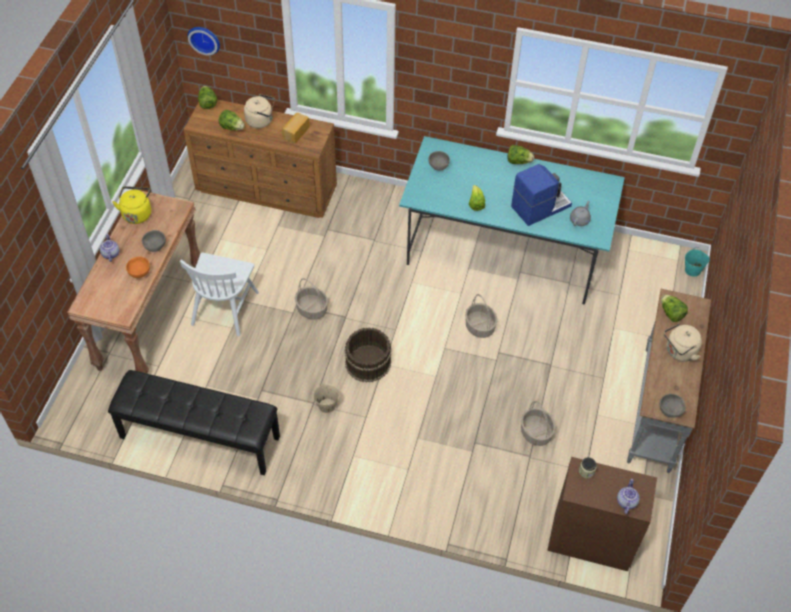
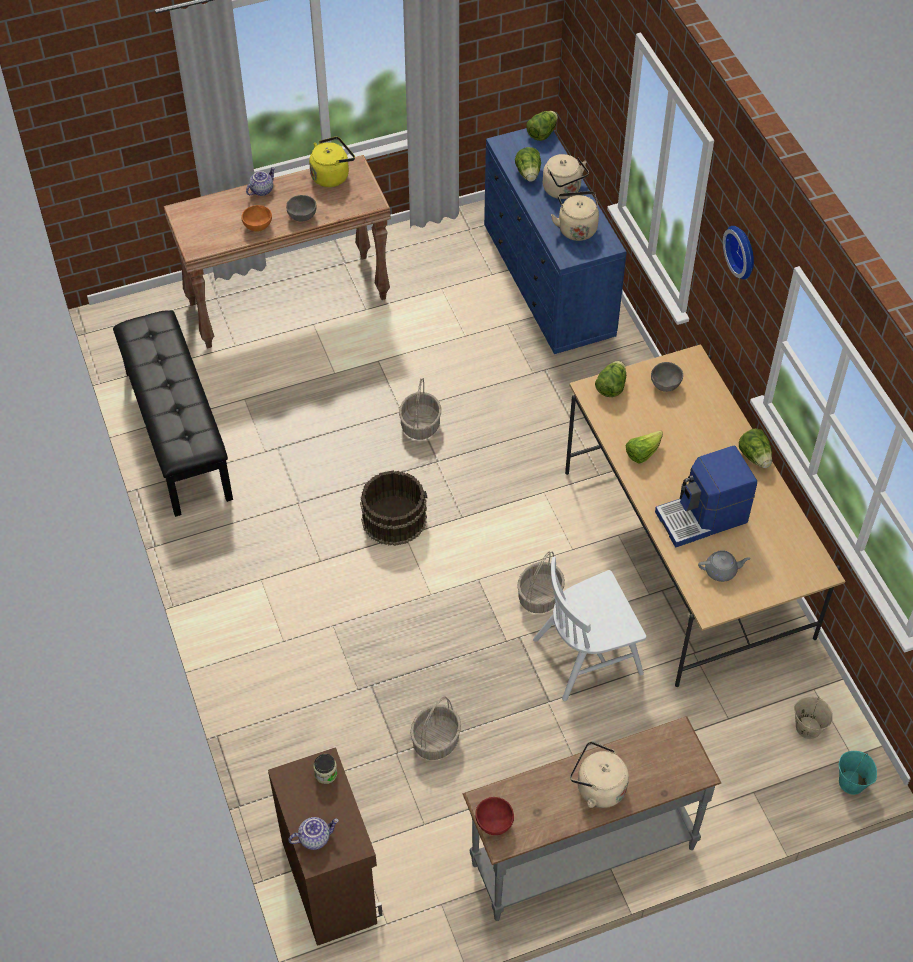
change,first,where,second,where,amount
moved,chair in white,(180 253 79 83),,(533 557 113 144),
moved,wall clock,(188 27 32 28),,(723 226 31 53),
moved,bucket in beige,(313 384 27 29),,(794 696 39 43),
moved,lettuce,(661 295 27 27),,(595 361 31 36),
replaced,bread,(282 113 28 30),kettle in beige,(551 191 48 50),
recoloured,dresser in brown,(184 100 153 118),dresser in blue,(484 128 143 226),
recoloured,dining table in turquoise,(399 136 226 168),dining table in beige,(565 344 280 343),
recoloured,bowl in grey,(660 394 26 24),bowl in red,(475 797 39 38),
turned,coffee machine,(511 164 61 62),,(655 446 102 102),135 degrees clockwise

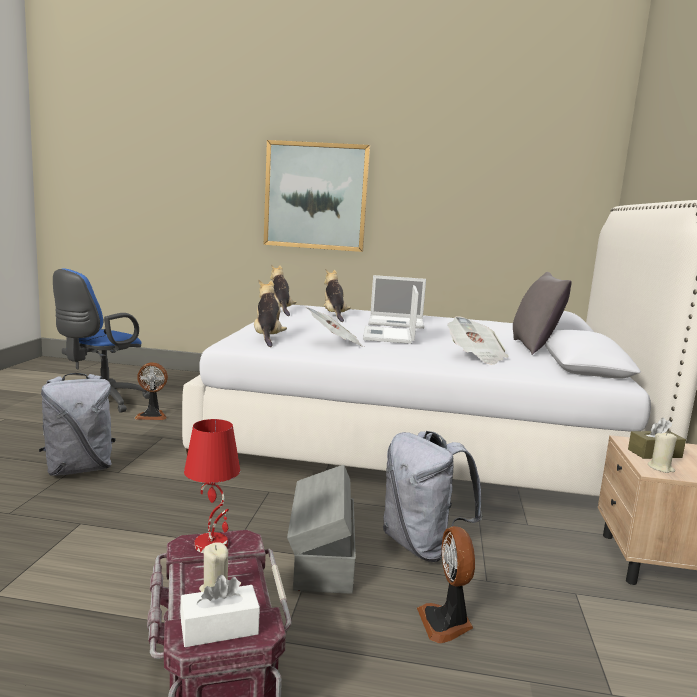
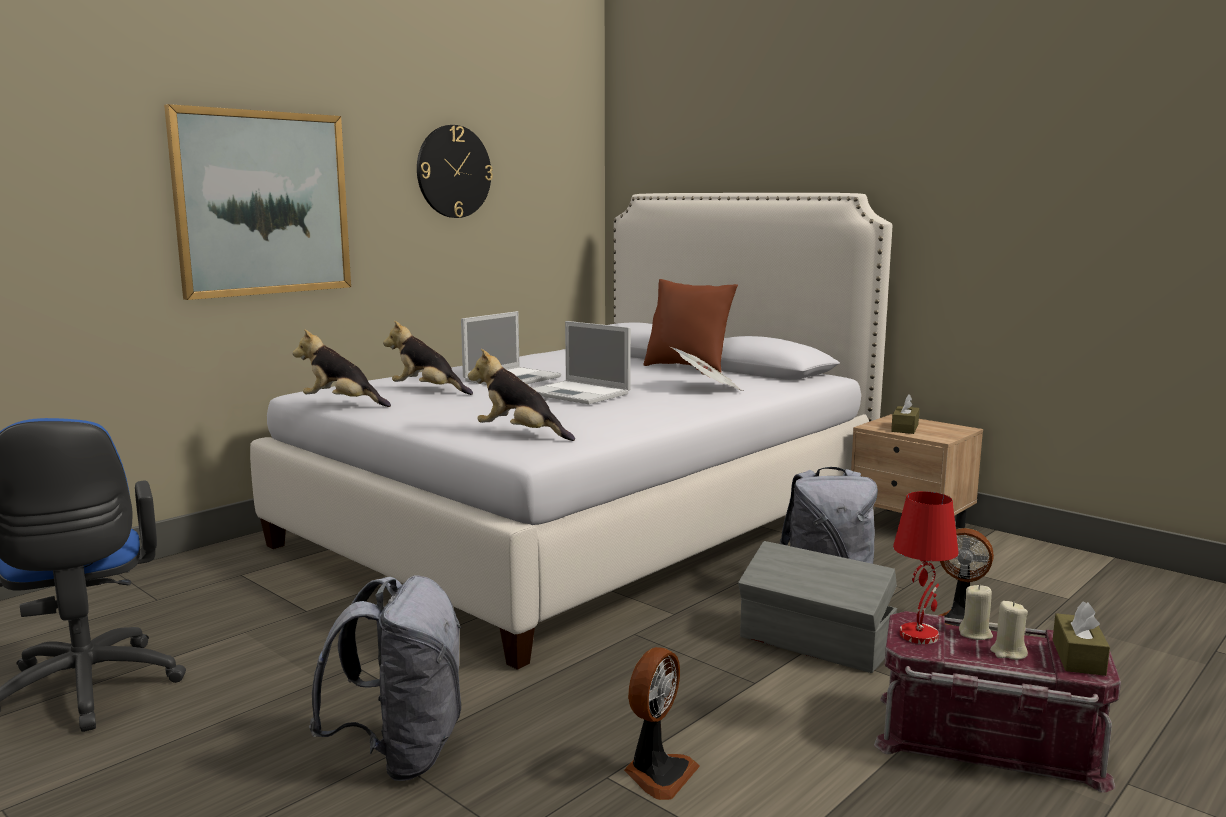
change,first,where,second,where,amount
removed,newspaper,(306 307 58 40),,,
added,,,wall clock,(417 125 76 93),
moved,fan,(135 362 33 58),,(624 647 76 153),
moved,candle in beige,(648 431 29 42),,(959 585 34 55),
recoloured,tissue box in white,(180 575 80 72),tissue box in brown,(1053 602 57 74),
recoloured,pillow in grey,(513 272 59 83),pillow in brown,(643 279 95 94),

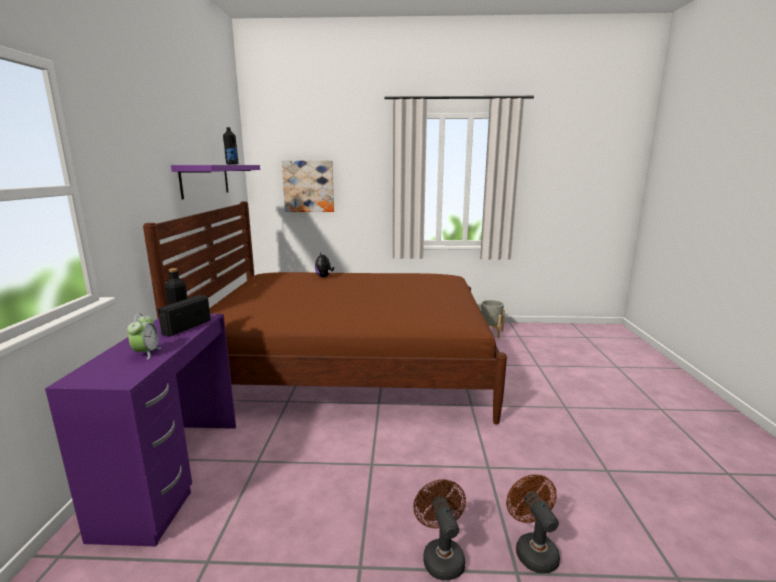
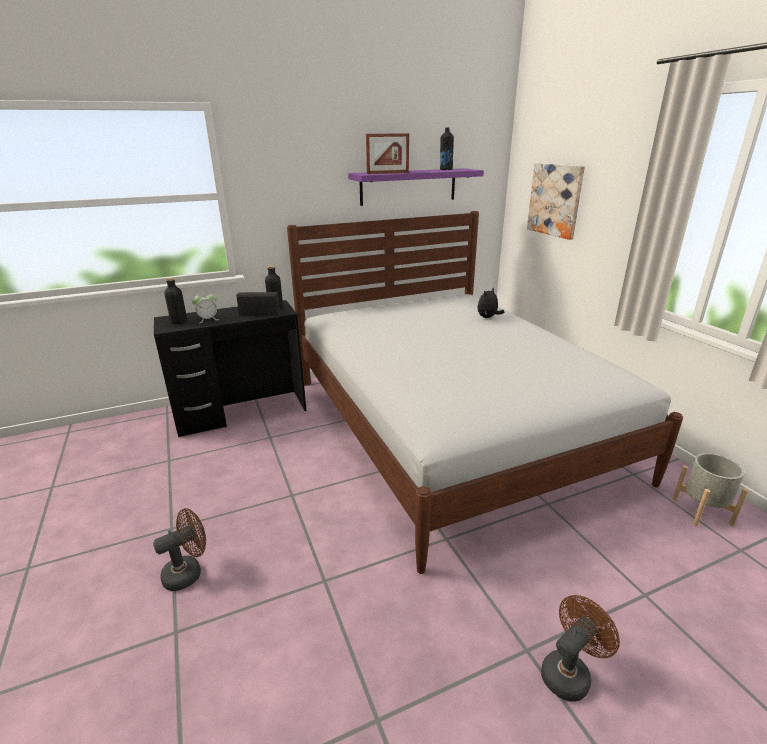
change,first,where,second,where,amount
added,,,bottle in black,(164 278 23 46),
added,,,picture frame,(366 133 43 41),
moved,fan in brown,(506 474 54 100),,(541 595 79 107),
recoloured,desk in purple,(45 314 191 233),desk in black,(154 300 152 137),
recoloured,bed in brown,(143 202 364 222),bed in white,(287 211 396 363),

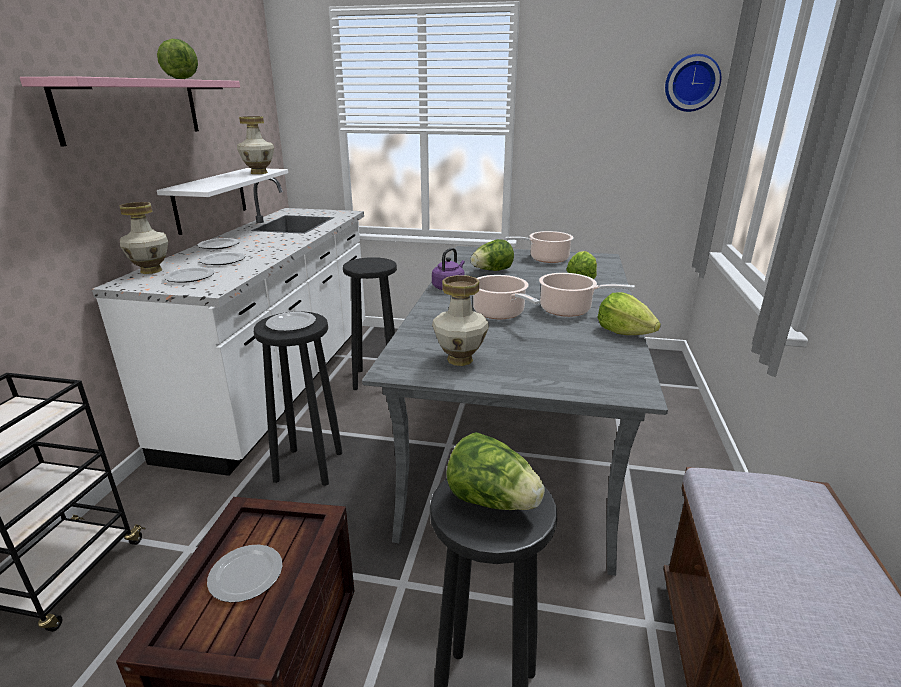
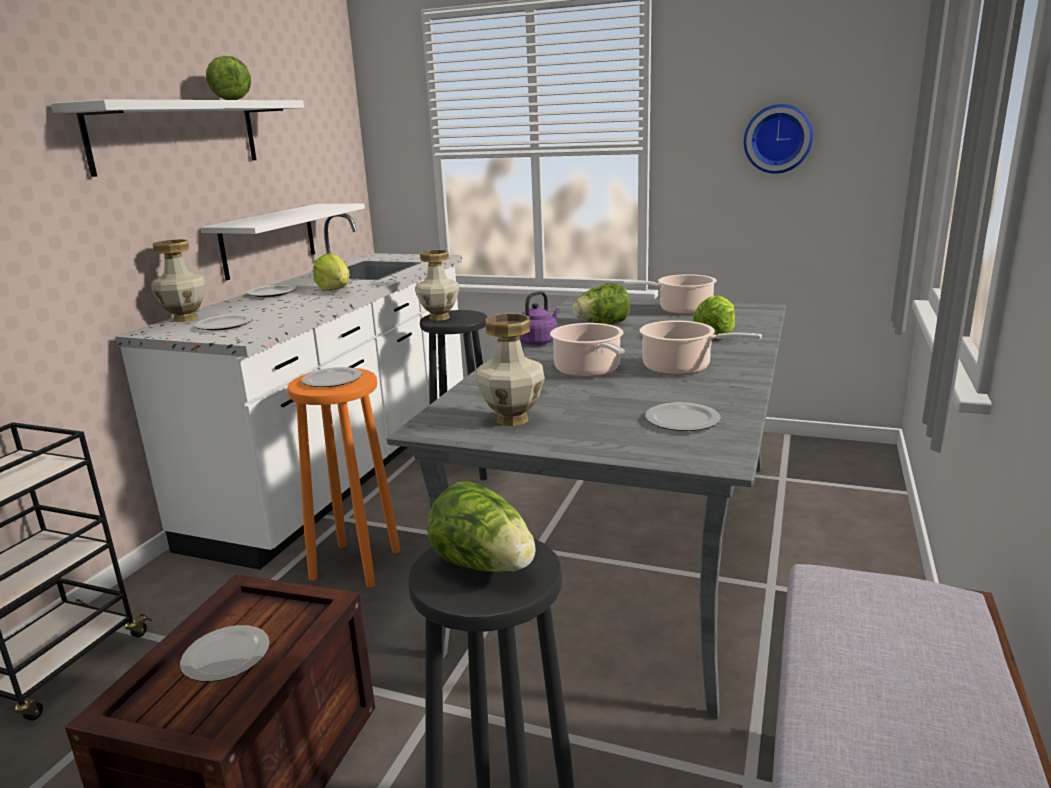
change,first,where,second,where,amount
moved,plate,(199 252 46 13),,(645 402 76 29),
moved,vase,(237 116 37 58),,(415 250 45 71),
moved,lettuce,(597 292 64 43),,(313 254 37 37),
moved,wall clock,(665 54 56 58),,(744 104 69 70),
recoloured,shelf in pink,(20 76 220 71),shelf in white,(51 100 253 77),
recoloured,stool in black,(254 311 89 175),stool in orange,(287 368 113 219),

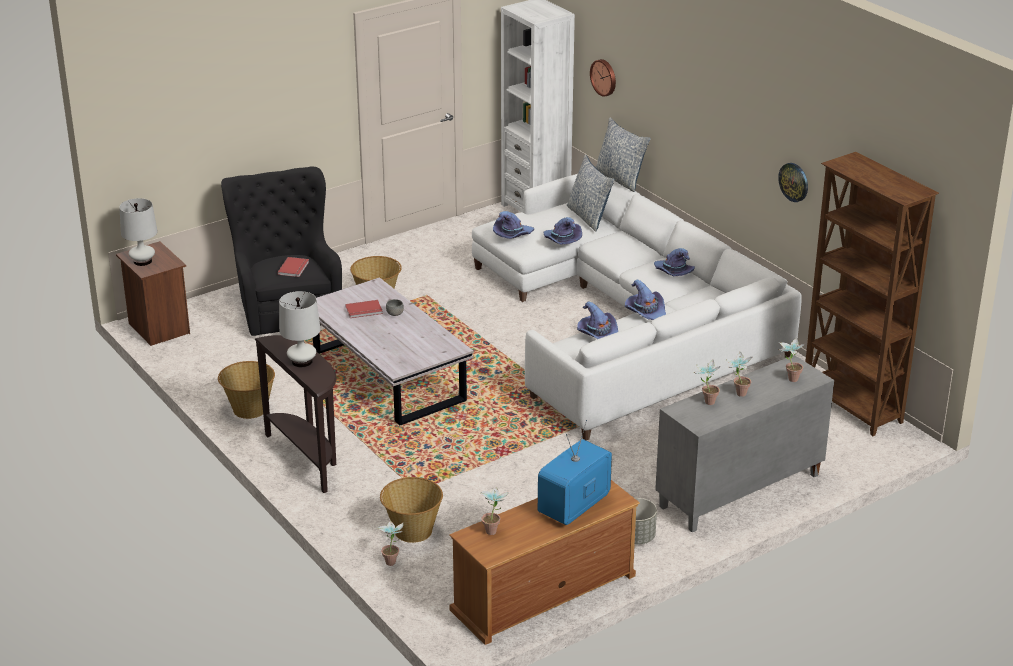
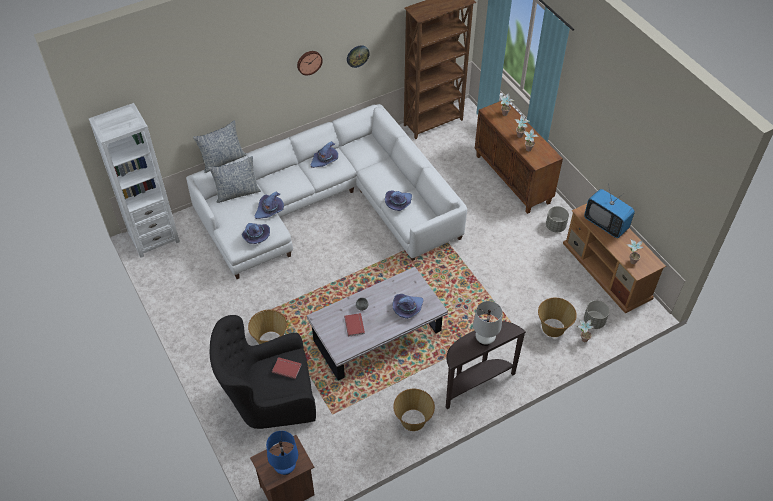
change,first,where,second,where,amount
added,,,planter in grey,(584 300 25 29),
moved,wall clock,(590 59 26 38),,(297 51 26 24),
moved,hat in purple,(625 279 41 41),,(393 294 30 25),
recoloured,table lamp in white,(119 198 39 68),table lamp in blue,(266 431 32 44),
recoloured,cabinet in grey,(655 355 179 177),cabinet in brown,(475 101 88 113),

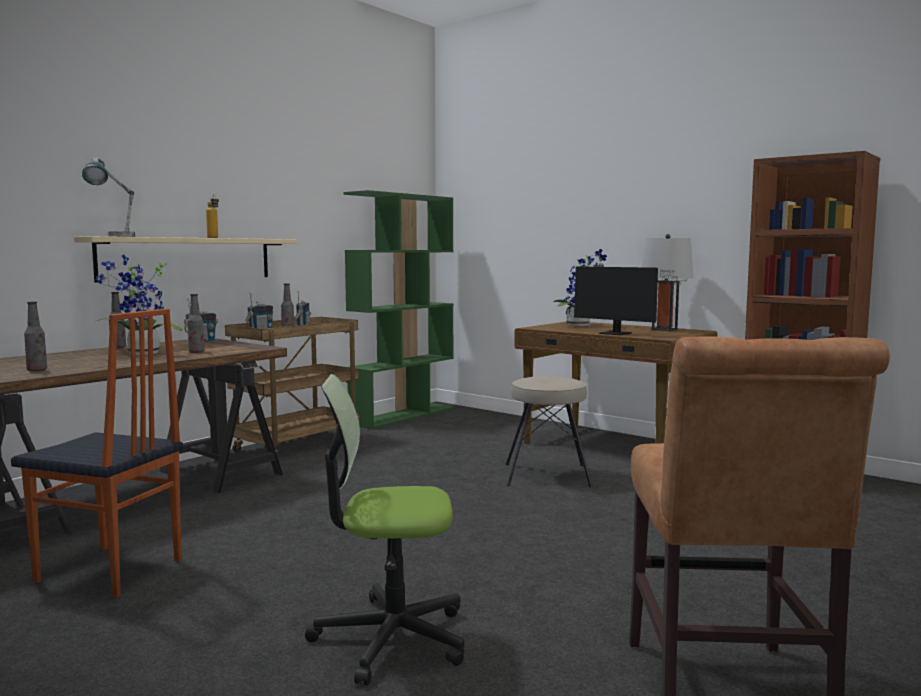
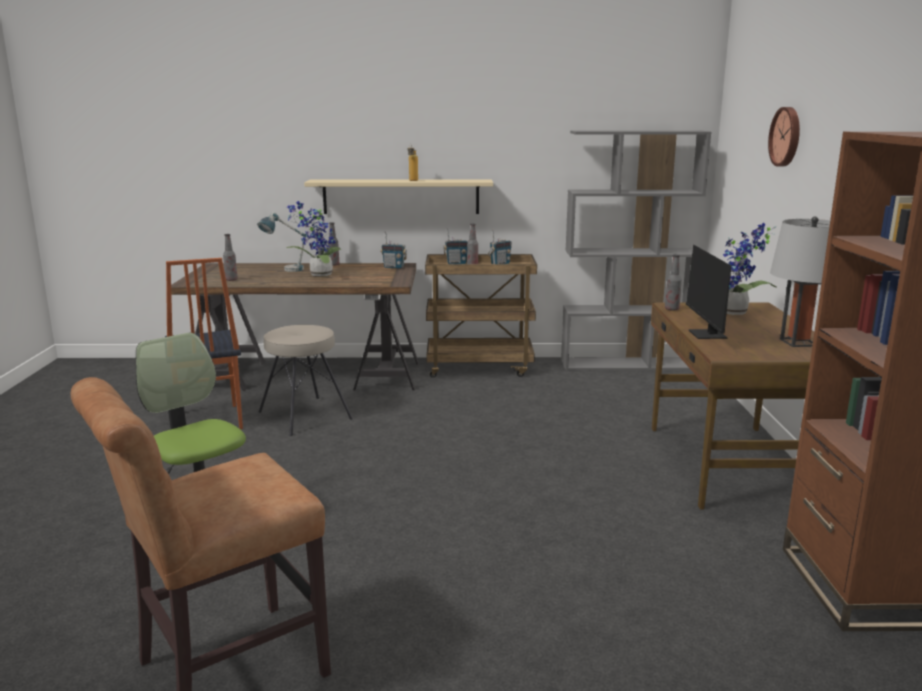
change,first,where,second,where,amount
added,,,wall clock,(768 107 32 59),
moved,table lamp,(82 157 53 80),,(257 212 50 60),
moved,bottle,(187 294 18 59),,(665 254 17 57),
moved,stool in beige,(506 376 87 111),,(258 325 95 111),
recoloured,bookcase in green,(344 190 110 239),bookcase in grey,(561 130 150 240),

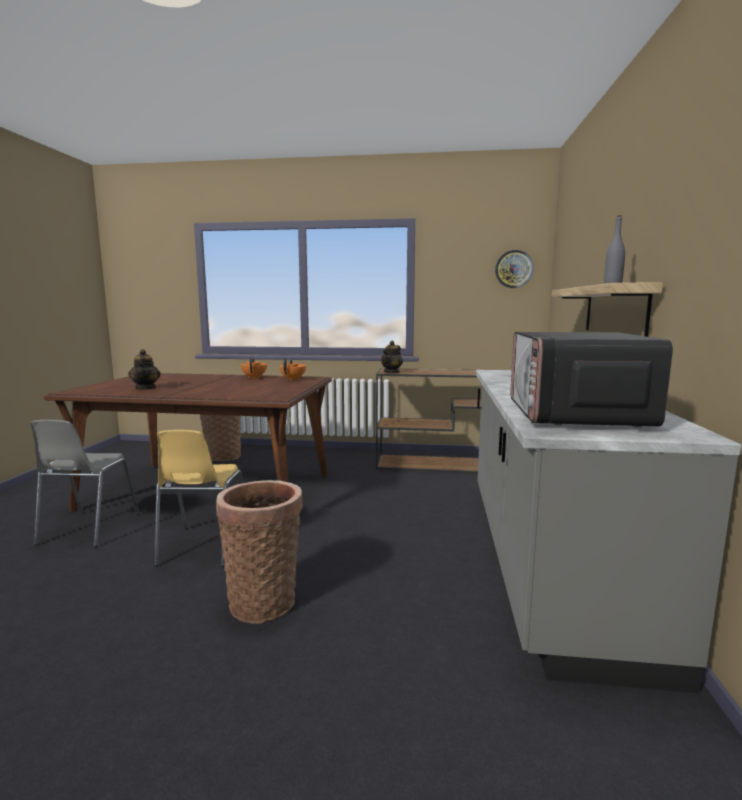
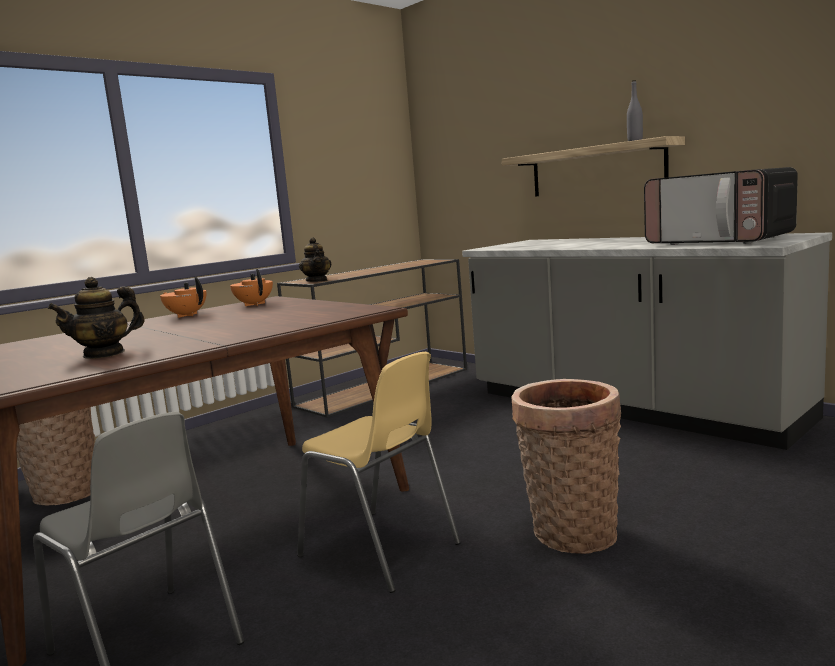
change,first,where,second,where,amount
removed,wall clock,(495 250 39 38),,,
turned,teapot,(128 349 33 40),,(48 277 97 82),120 degrees clockwise

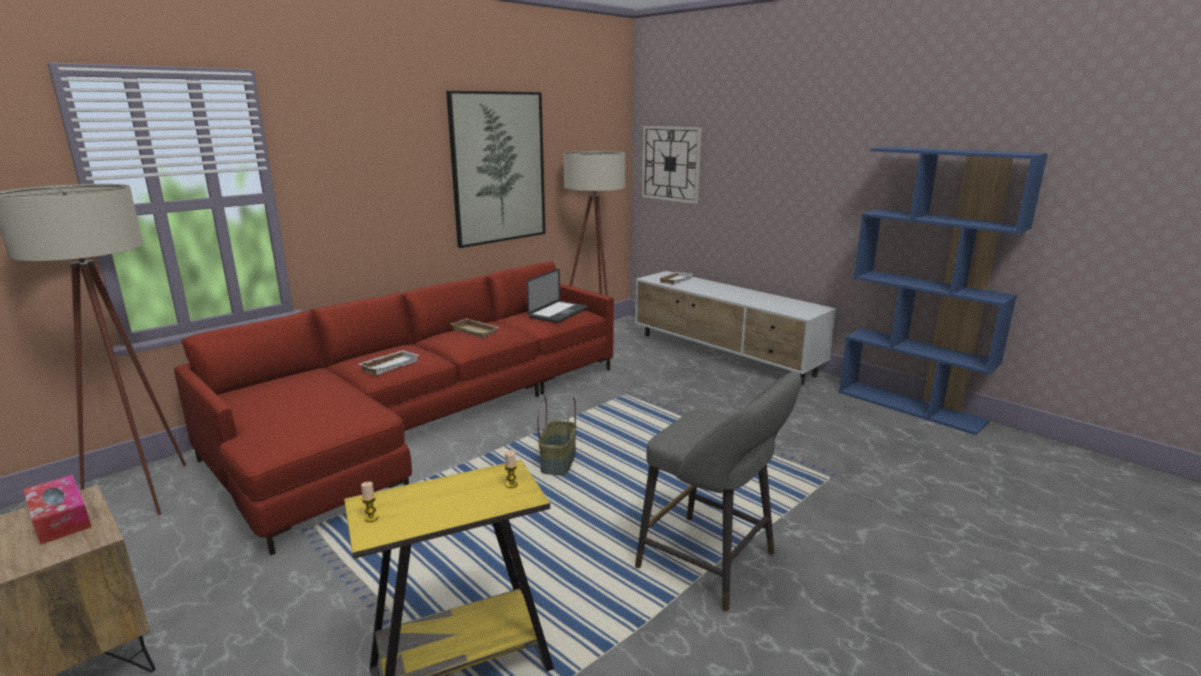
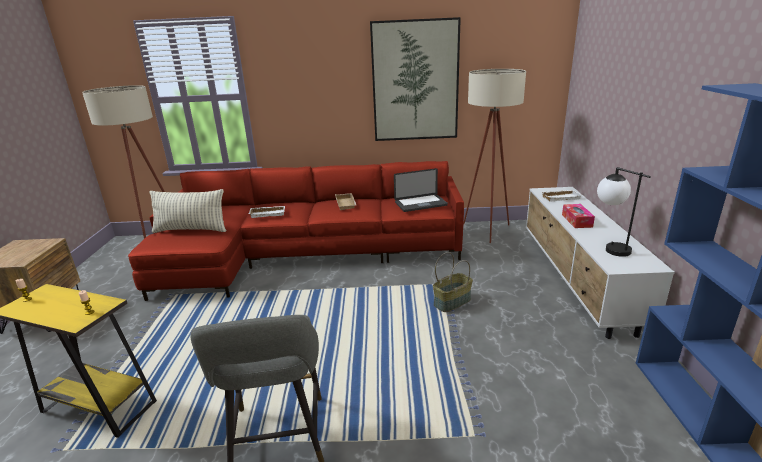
change,first,where,second,where,amount
removed,wall clock,(642 126 60 78),,,
added,,,pillow,(150 189 77 44),
added,,,table lamp,(597 167 54 90),
moved,tissue box,(23 475 69 70),,(562 204 33 24),
moved,basket,(537 395 39 80),,(433 252 40 60),

